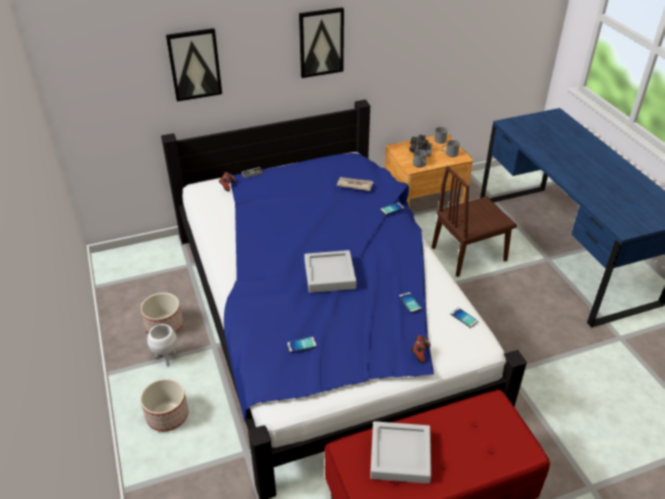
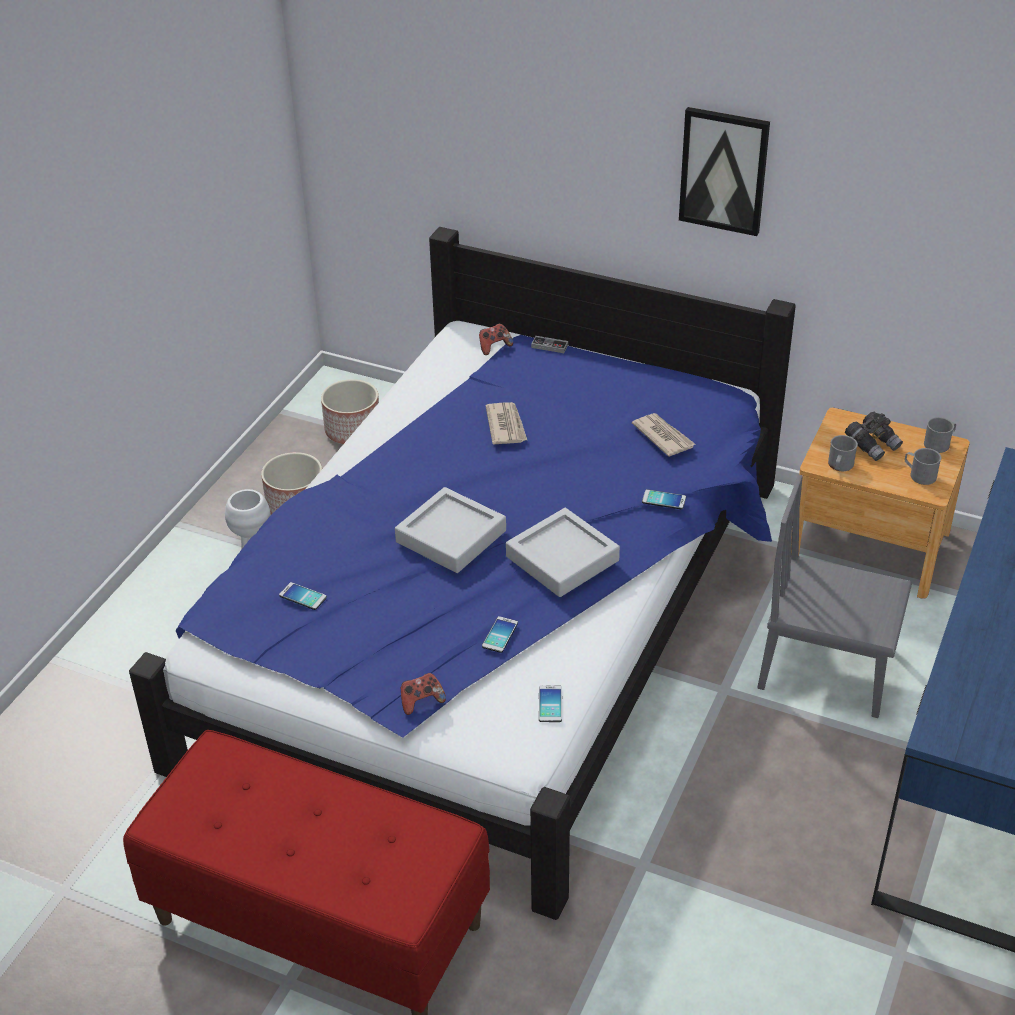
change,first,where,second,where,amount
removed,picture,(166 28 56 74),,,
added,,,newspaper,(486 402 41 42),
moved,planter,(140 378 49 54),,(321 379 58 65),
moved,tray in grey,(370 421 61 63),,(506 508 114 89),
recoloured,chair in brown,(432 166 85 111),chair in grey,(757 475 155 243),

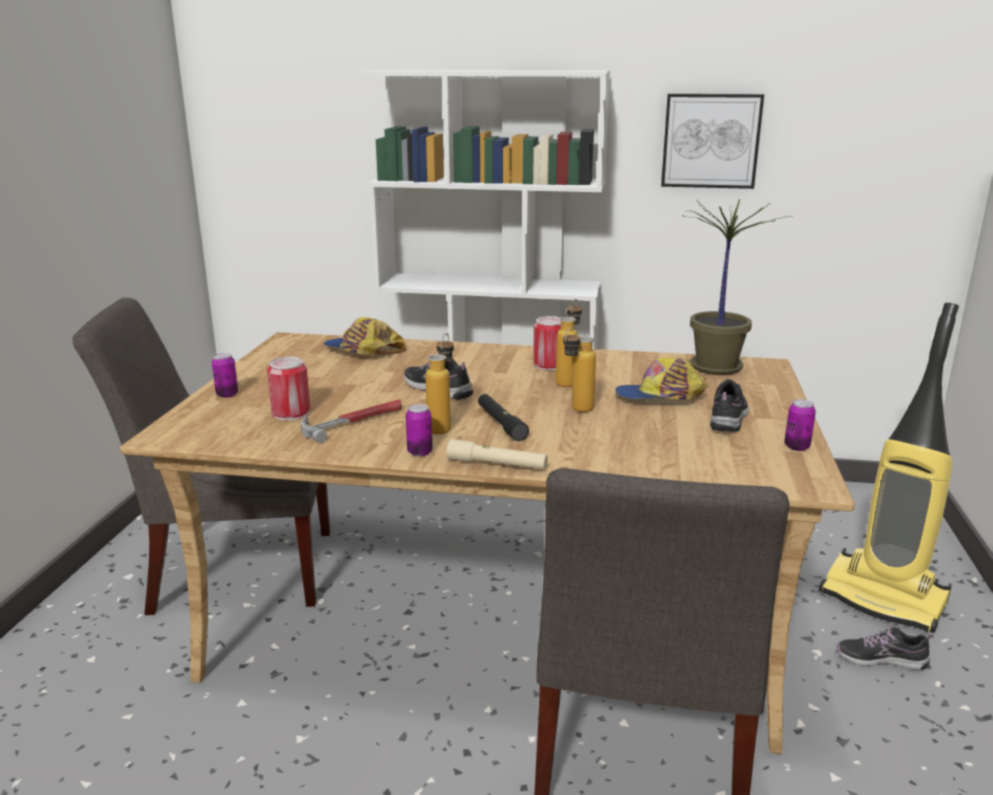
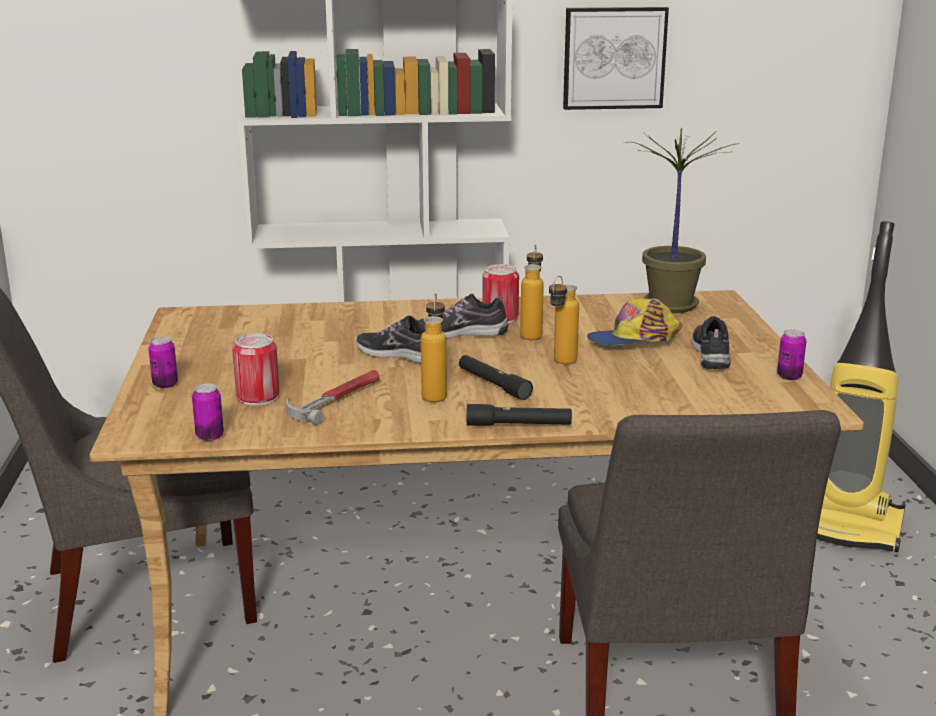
change,first,where,second,where,amount
removed,cap,(323 317 82 38),,,
moved,can,(406 404 27 53),,(192 384 32 57),
moved,shoe,(837 627 93 43),,(418 294 90 45),
recoloured,flashlight in beige,(447 439 101 31),flashlight in black,(467 404 105 22),

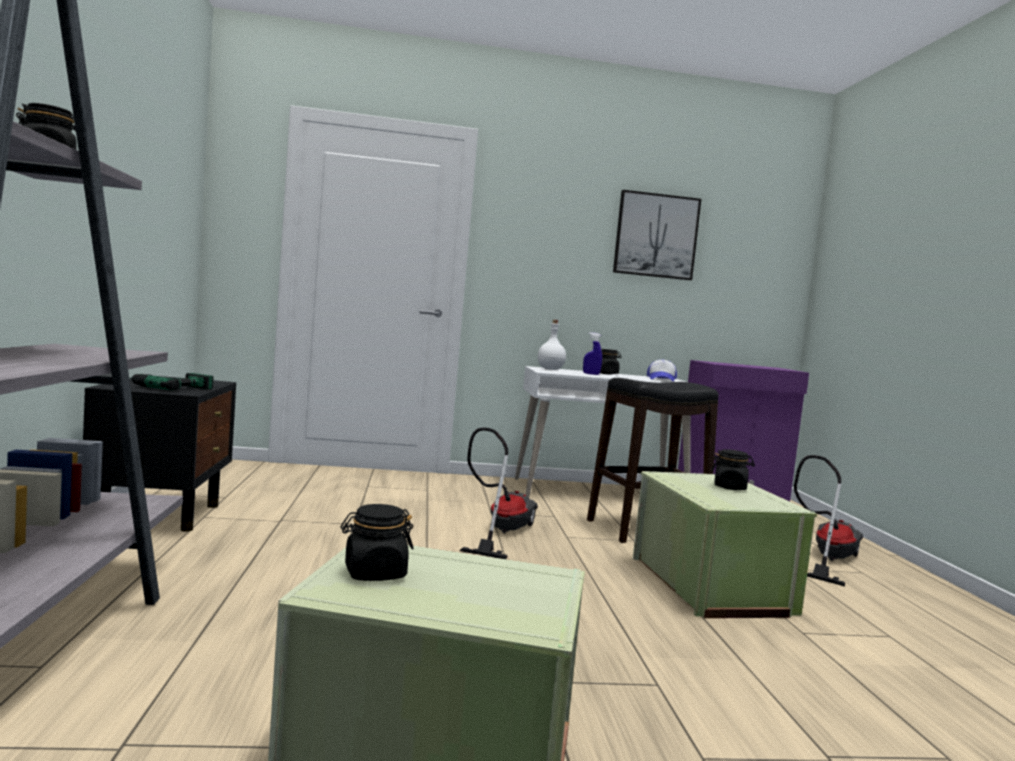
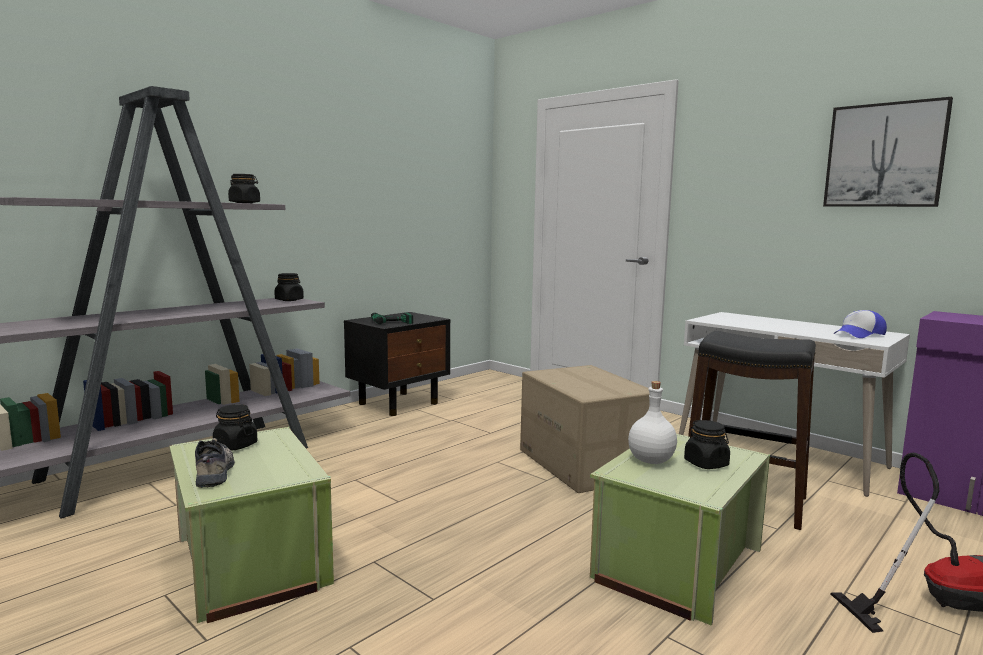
change,first,where,second,where,amount
removed,spray bottle in blue,(583 332 19 43),,,
added,,,shoe,(195 438 40 50),
moved,bottle in white,(538 320 28 50),,(628 381 49 83),
moved,jar in black,(600 349 22 26),,(274 273 30 28),
replaced,vacuum cleaner,(460 427 78 132),cardboard box,(520 365 130 128),

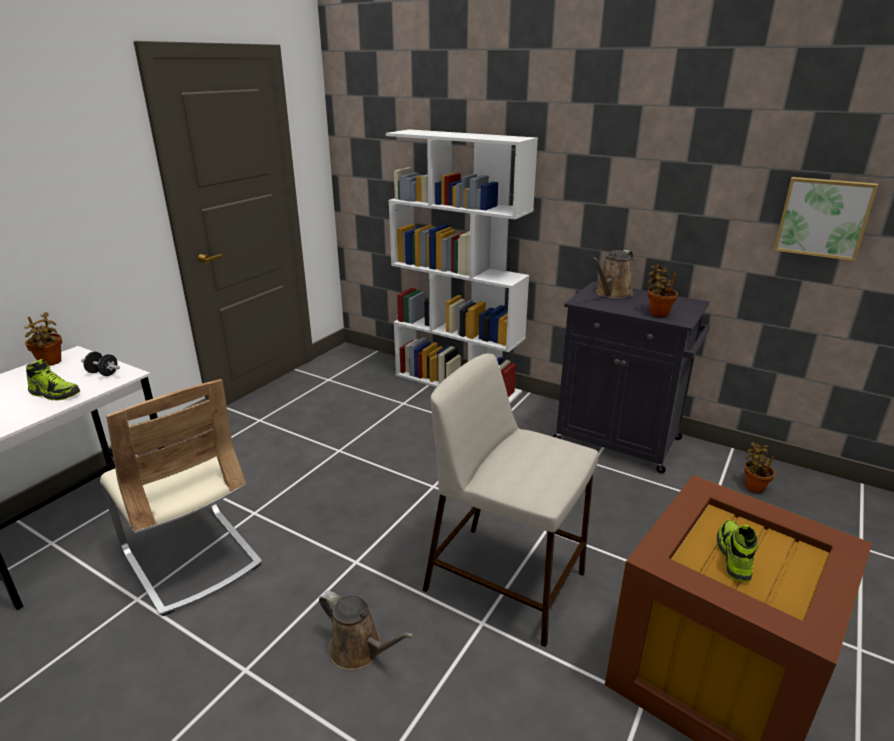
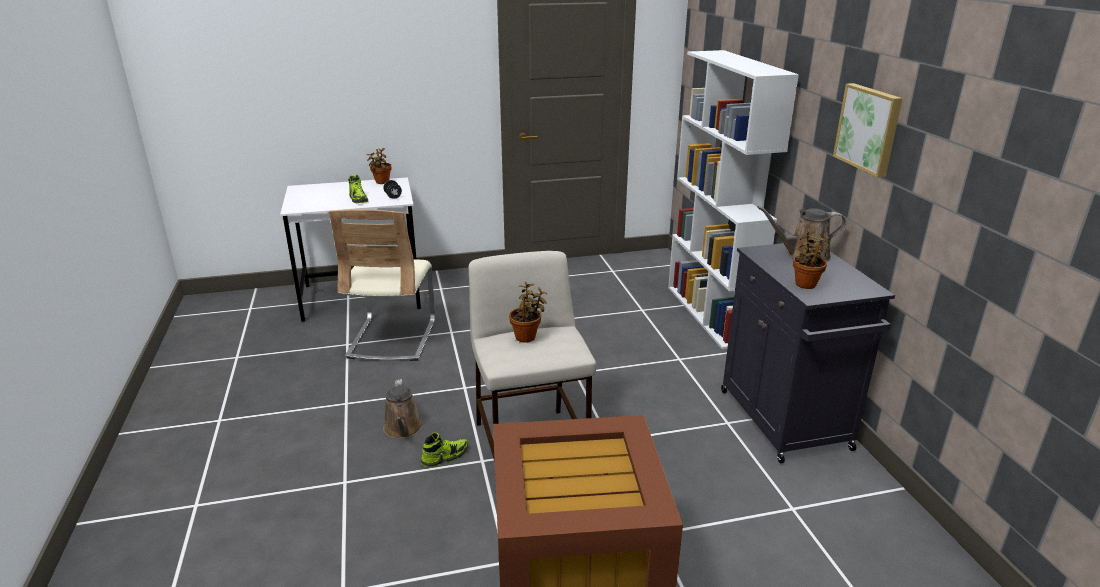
change,first,where,second,where,amount
moved,shoe,(717 520 41 62),,(421 432 47 36),
moved,potted plant,(744 442 31 51),,(509 282 38 61),
moved,picture,(774 177 104 84),,(833 83 70 94),

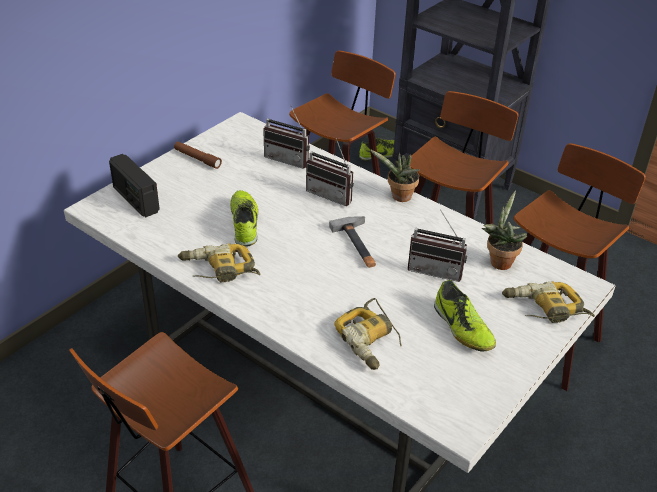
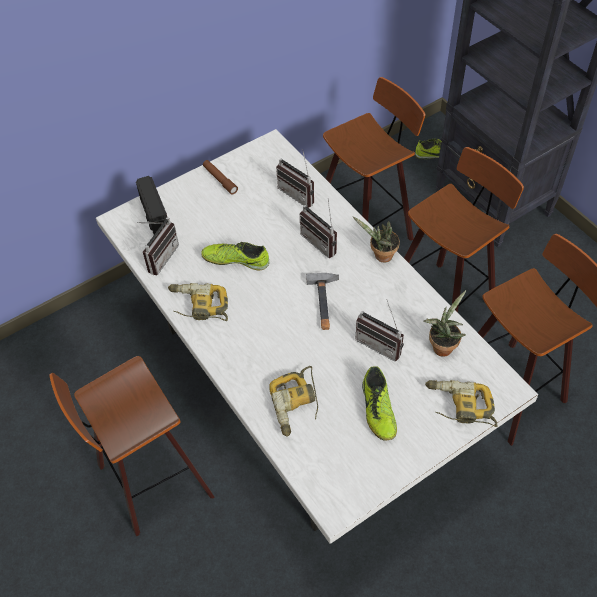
change,first,where,second,where,amount
added,,,radio,(137 217 42 58),
turned,shoe,(230 190 28 57),,(201 242 68 28),90 degrees counterclockwise

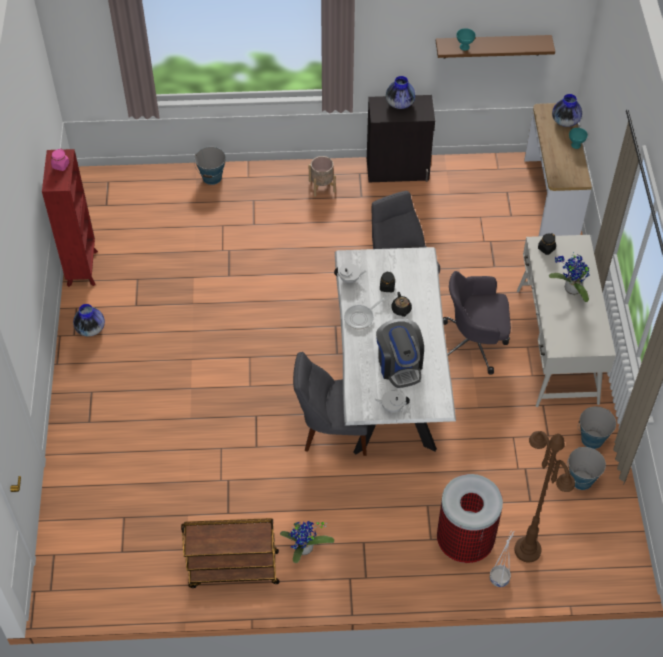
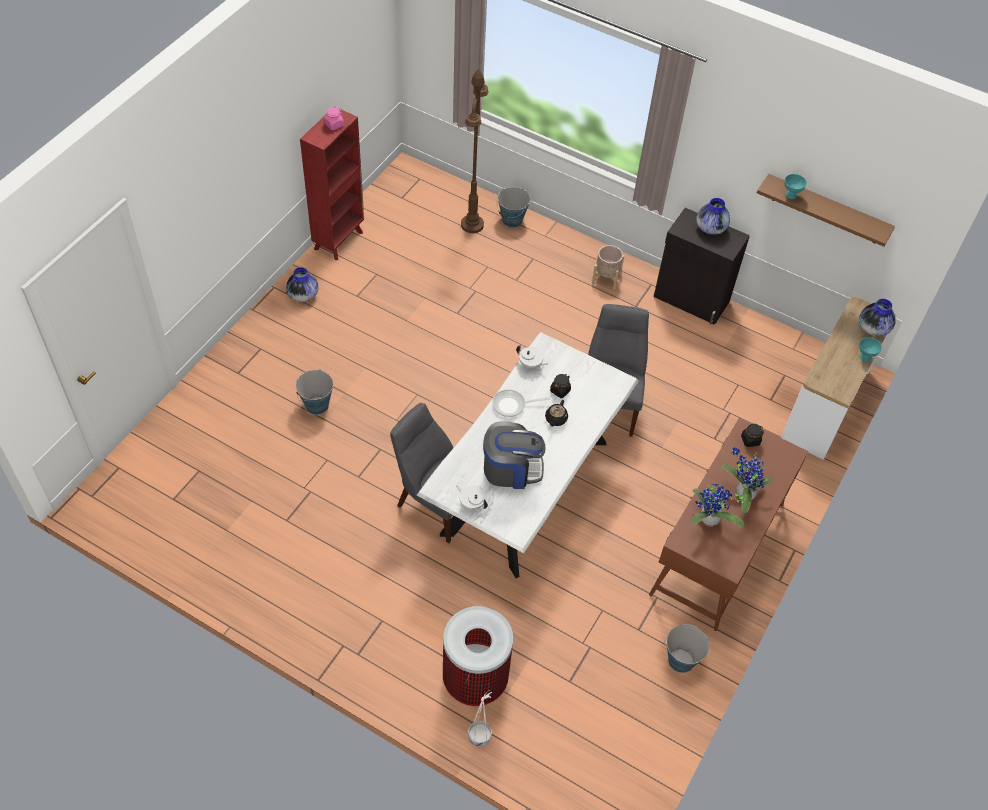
change,first,where,second,where,amount
removed,cart in brown,(181 518 98 70),,,
removed,office chair in grey,(443 271 68 104),,,
moved,potted plant,(280 521 54 42),,(690 484 56 44),
moved,floor lamp in brown,(514 431 61 132),,(461 69 28 164),
moved,bucket,(567 447 39 43),,(296 369 37 46),
recoloured,desk in white,(517 235 99 172),desk in brown,(649 418 159 213),
turned,coffee machine,(376 319 48 69),,(483 421 62 68),105 degrees counterclockwise

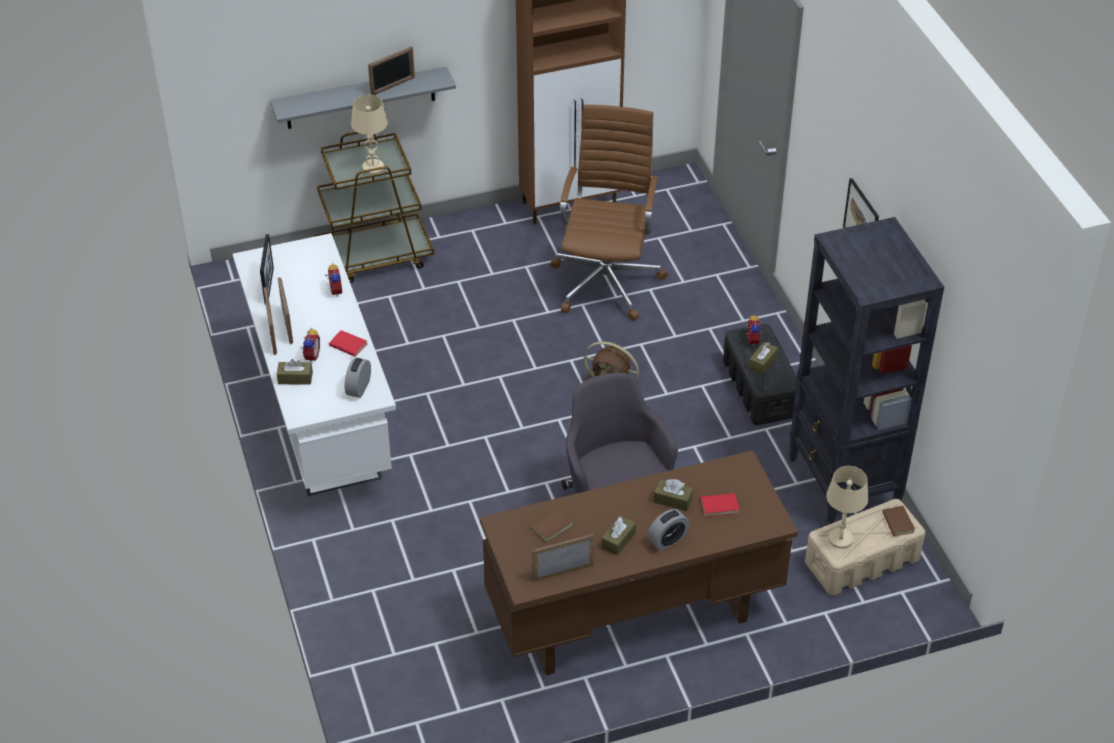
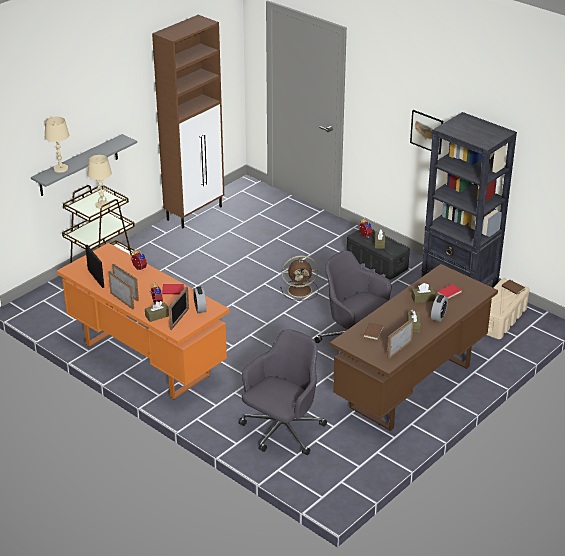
change,first,where,second,where,amount
removed,office chair in brown,(550 105 118 215),,,
added,,,office chair in grey,(238 330 89 125),
moved,picture frame,(368 46 47 49),,(169 286 20 44),
moved,table lamp in beige,(826 466 42 83),,(45 117 24 56),
recoloured,desk in white,(233 233 163 263),desk in orange,(57 243 173 156),

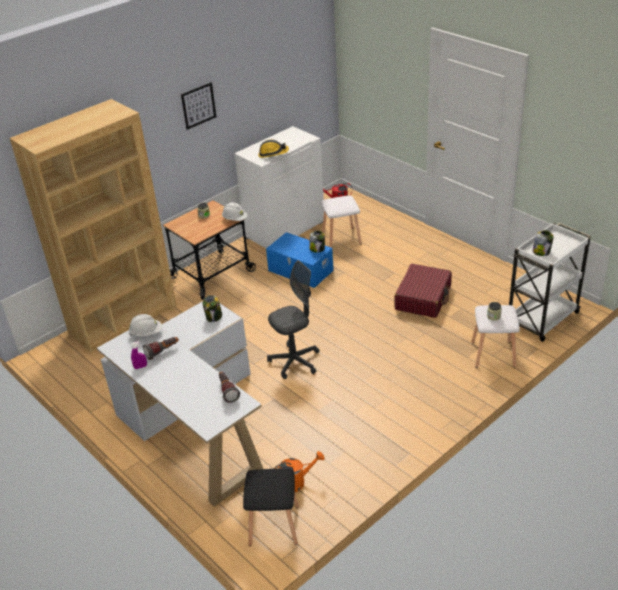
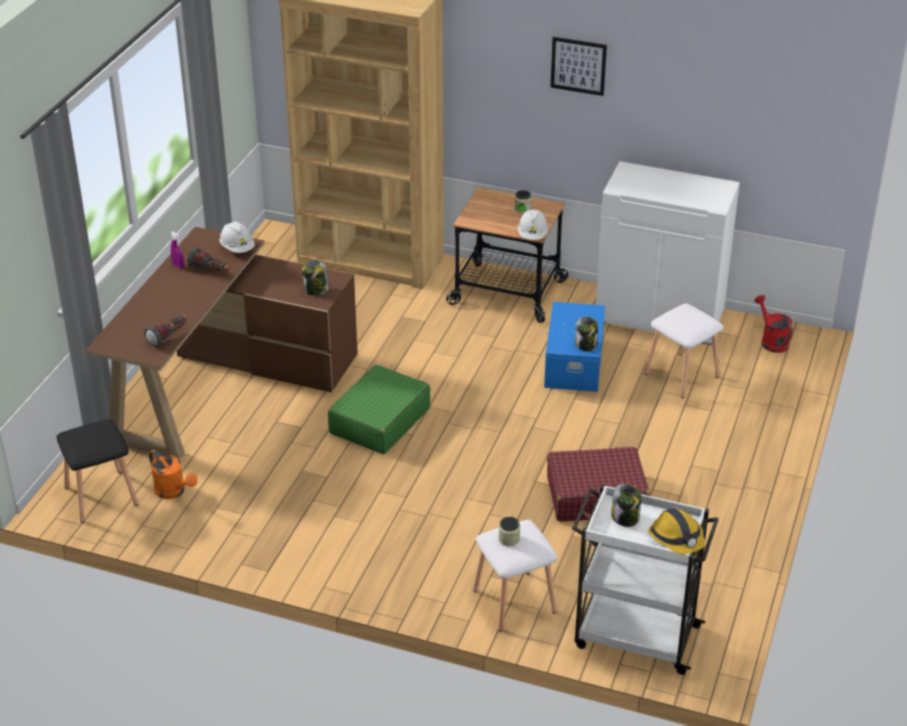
change,first,where,second,where,amount
moved,hard hat,(258 139 31 19),,(648 508 57 46),
replaced,office chair in grey,(267 260 52 119),suitcase in green,(328 365 102 89),
recoloured,desk in white,(97 301 166 206),desk in brown,(85 227 273 233),

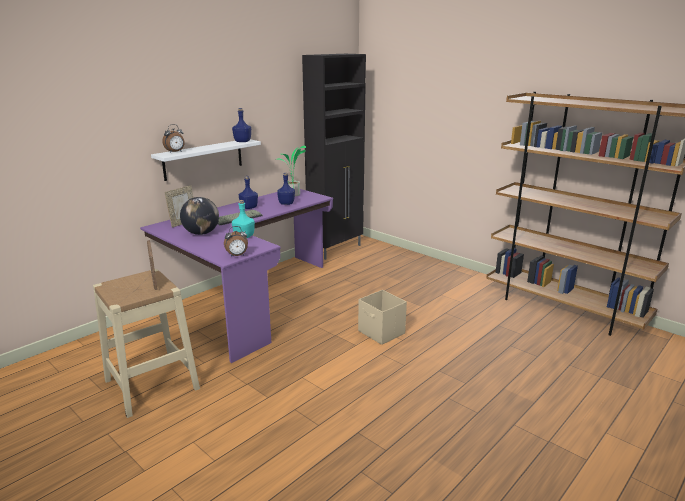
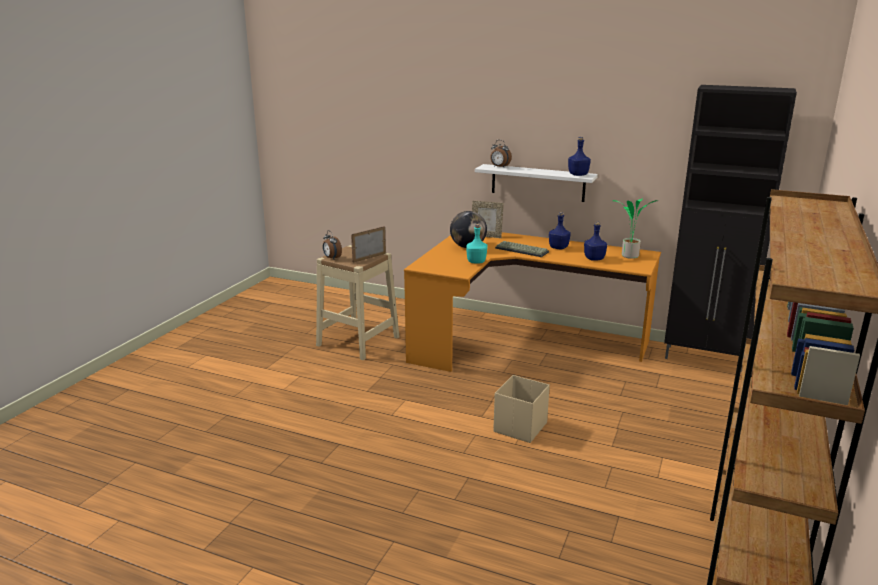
change,first,where,second,where,amount
moved,alarm clock,(224 226 24 31),,(323 230 19 30),
recoloured,desk in purple,(140 189 193 174),desk in orange,(404 232 257 140),

